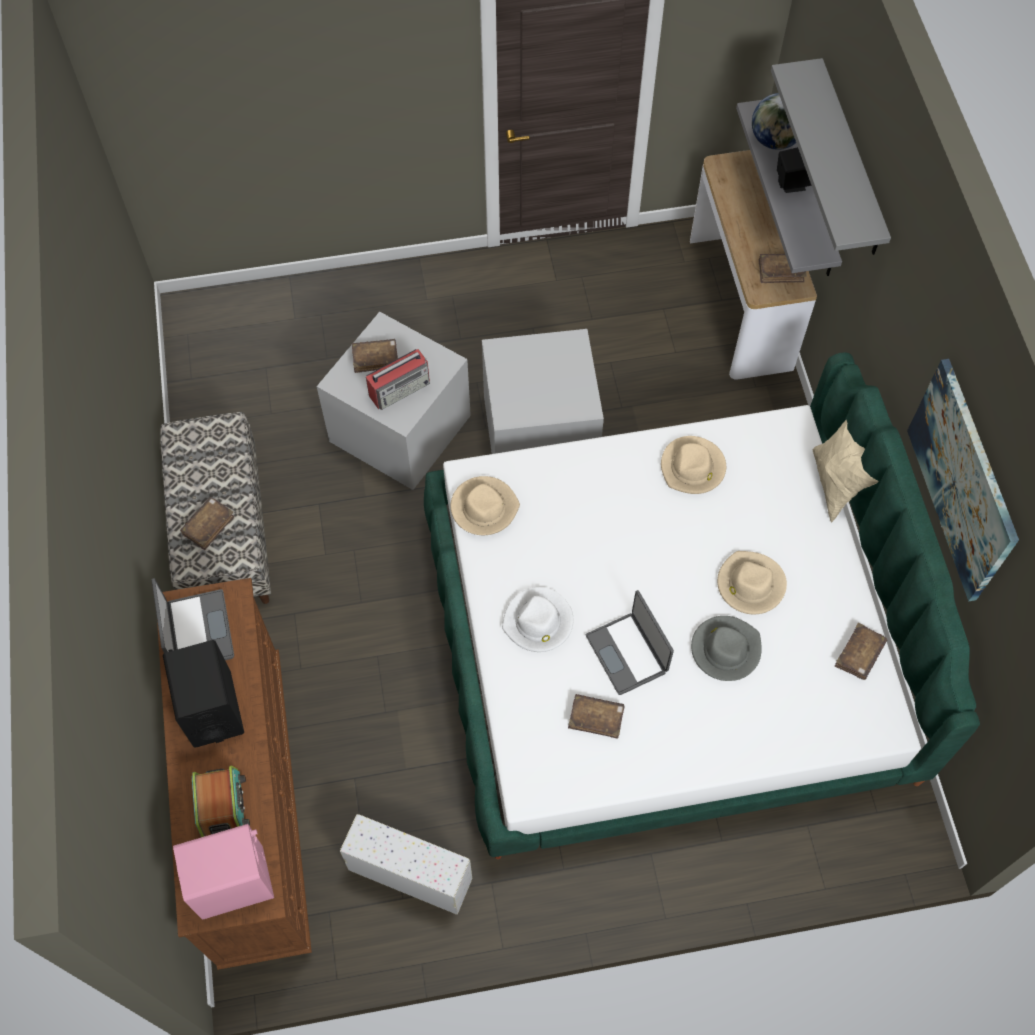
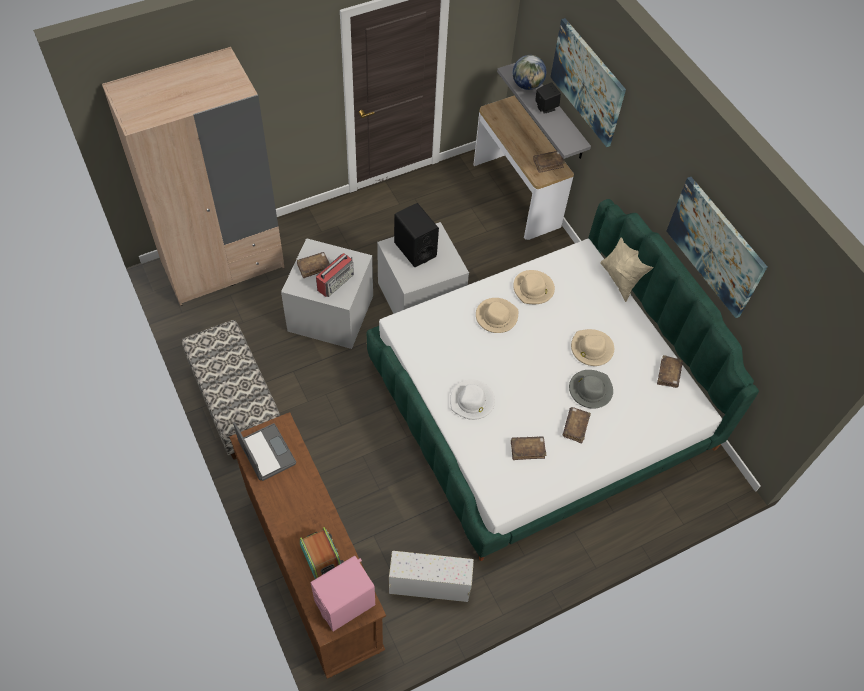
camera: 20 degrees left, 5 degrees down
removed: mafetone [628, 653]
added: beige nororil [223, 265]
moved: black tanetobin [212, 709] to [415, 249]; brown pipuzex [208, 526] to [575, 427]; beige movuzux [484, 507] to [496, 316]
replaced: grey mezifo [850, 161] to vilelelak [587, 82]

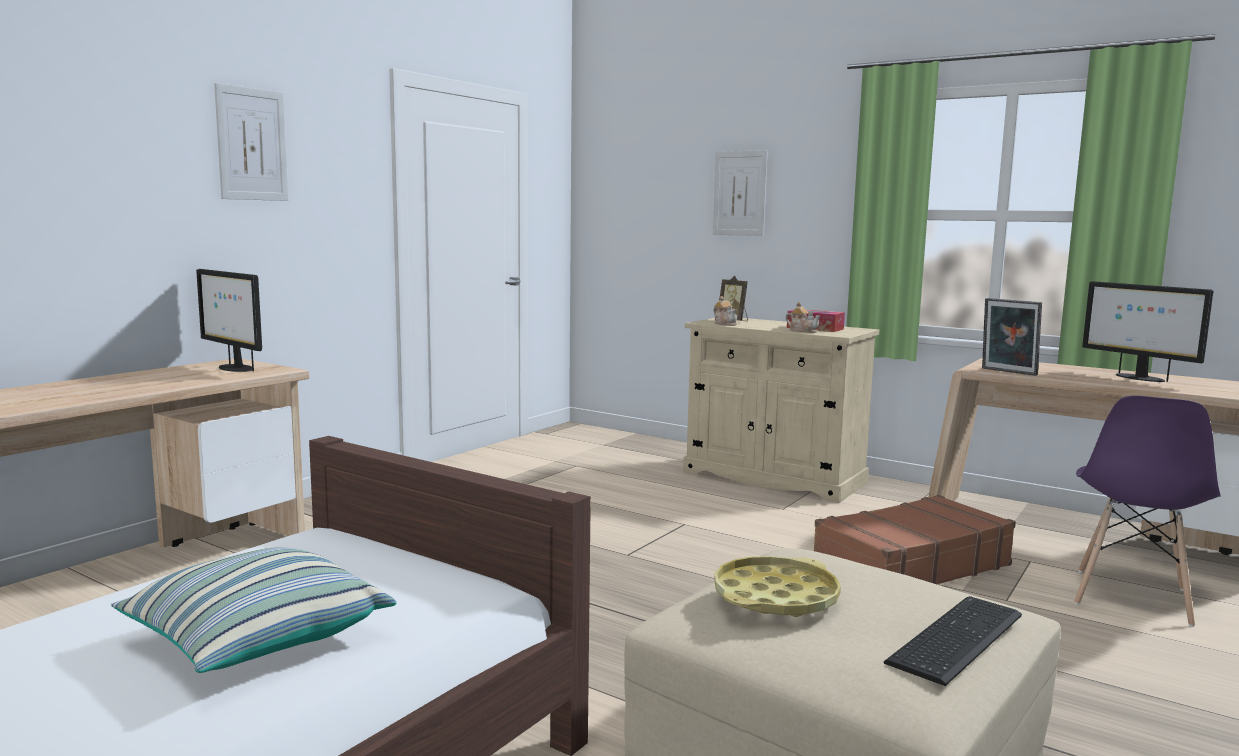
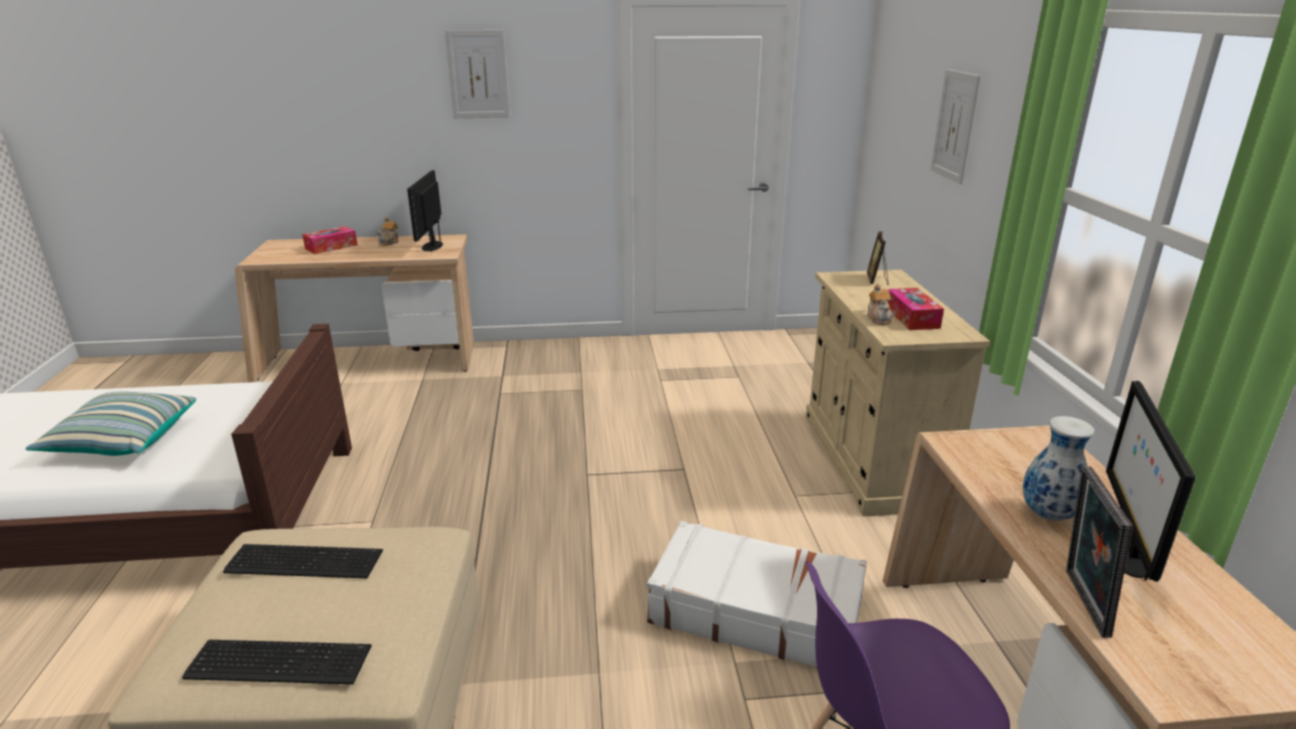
camera: 50 degrees right, 15 degrees up
added: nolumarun [331, 247]; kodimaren [1049, 515]
moved: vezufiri [725, 324] to [389, 242]; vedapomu [1007, 372] to [1080, 602]
replaced: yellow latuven [775, 597] to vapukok [304, 559]
recoloured: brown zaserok [910, 565] to white zaserok [755, 611]

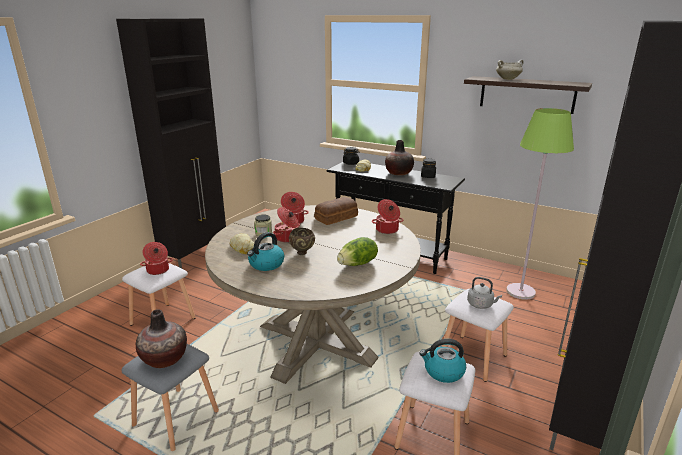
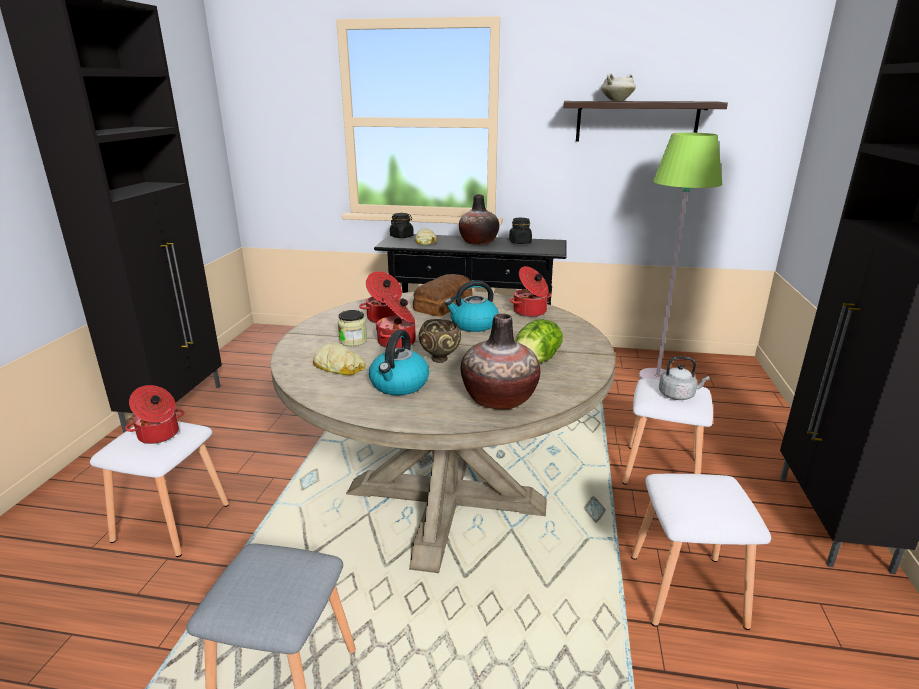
camera: 20 degrees left, 0 degrees up
moved: kodimaren [164, 359] to [499, 399]; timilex [443, 372] to [473, 325]

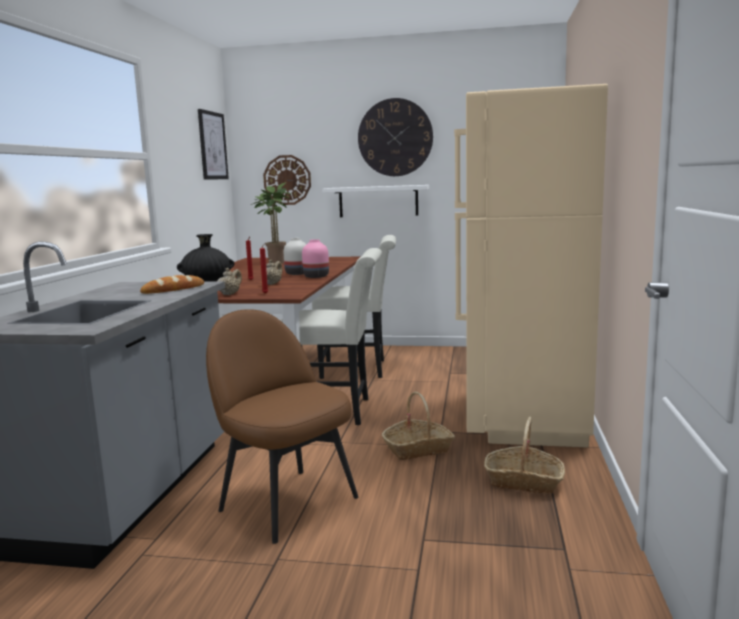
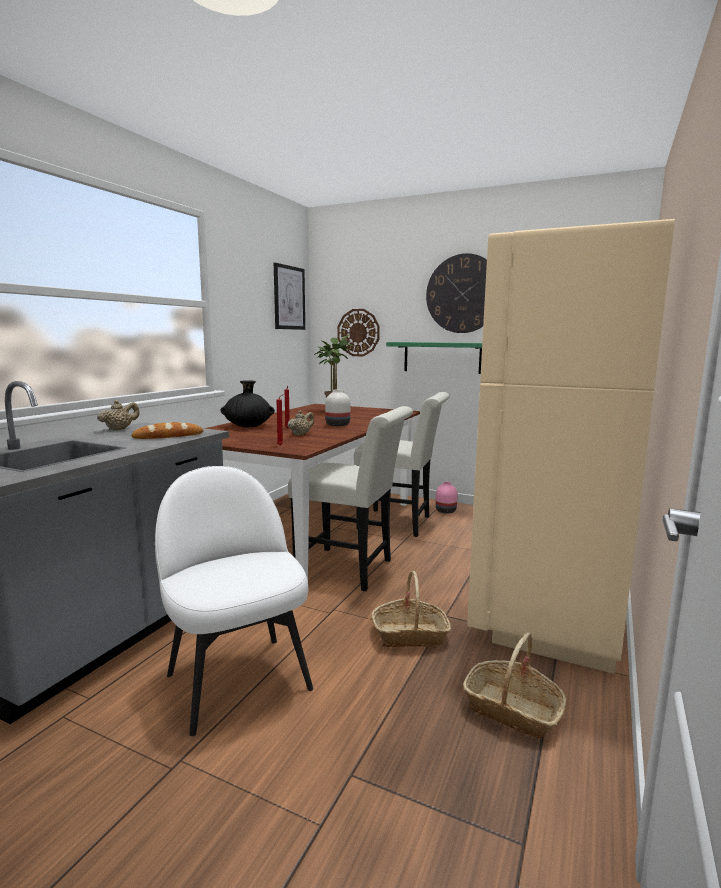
camera: 15 degrees right, 0 degrees up
moved: beige vezufiri [230, 294] to [119, 429]; pink kodimaren [315, 276] to [445, 511]
recoloured: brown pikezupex [286, 502] to white pikezupex [237, 679]; white mezifo [378, 201] to green mezifo [442, 357]

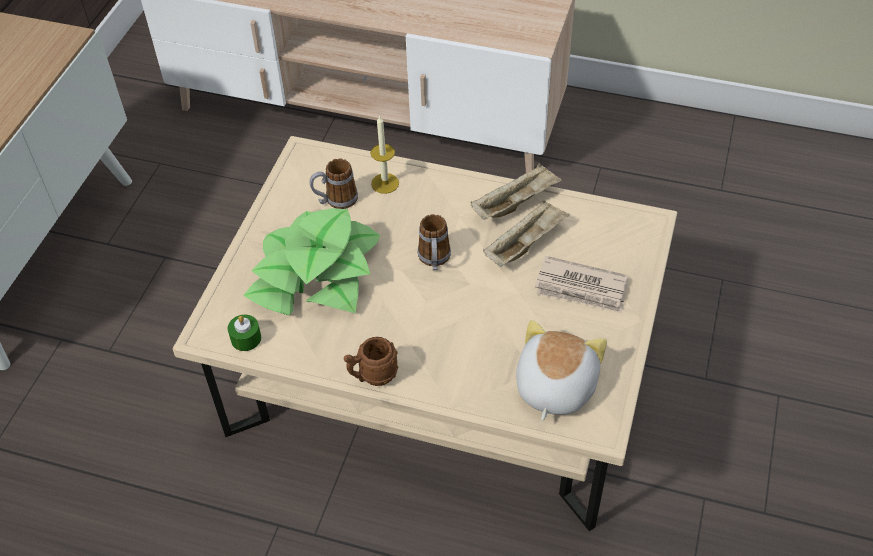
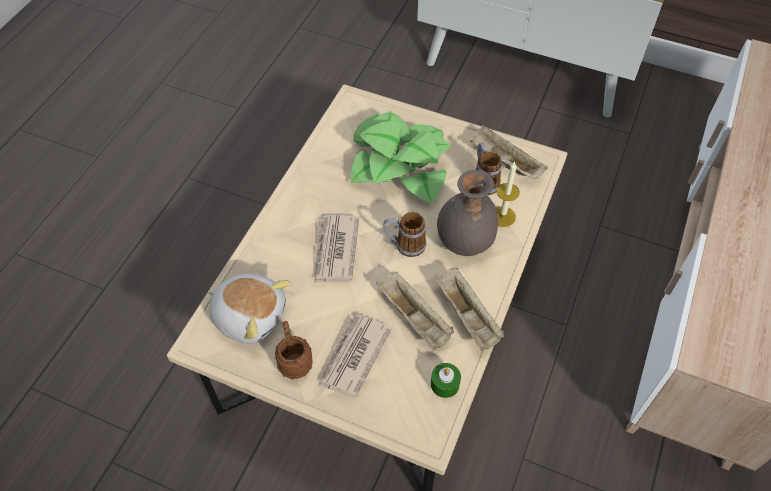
camera: 95 degrees right, 5 degrees up
added: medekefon [335, 251]; grey kodimaren [464, 242]; beige latuven [504, 162]
moved: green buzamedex [246, 338] to [445, 384]; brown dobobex [372, 376] to [294, 361]

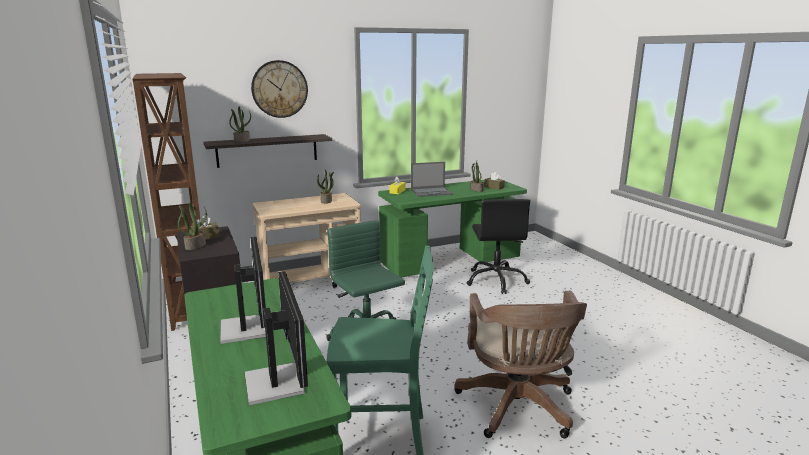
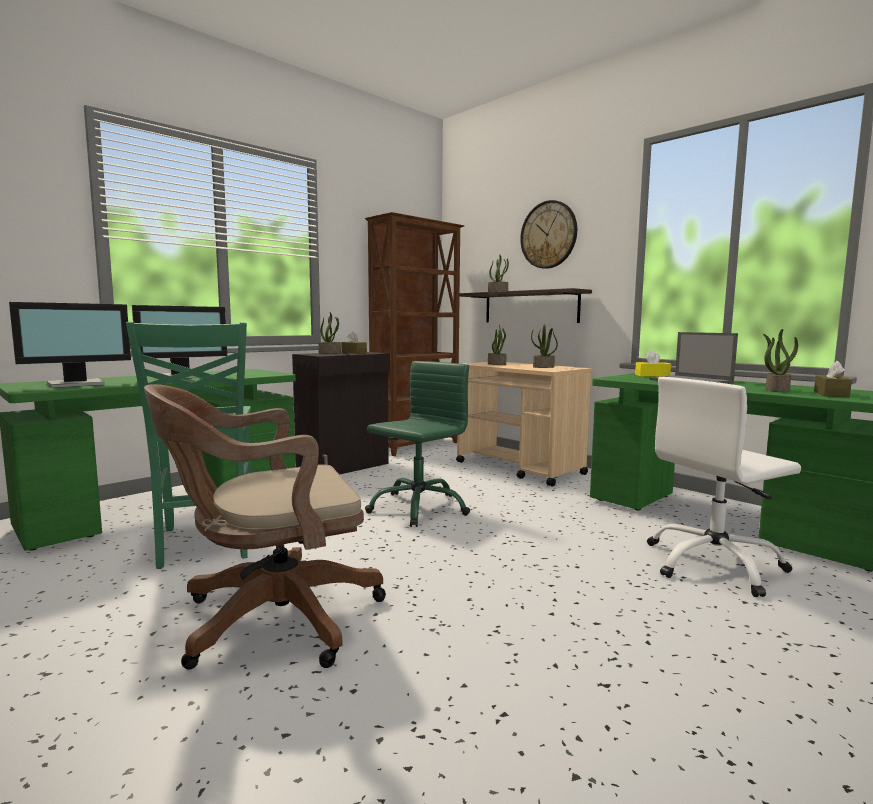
camera: 70 degrees right, 10 degrees down
added: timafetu [497, 364]
recoloured: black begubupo [496, 280] to white begubupo [714, 565]

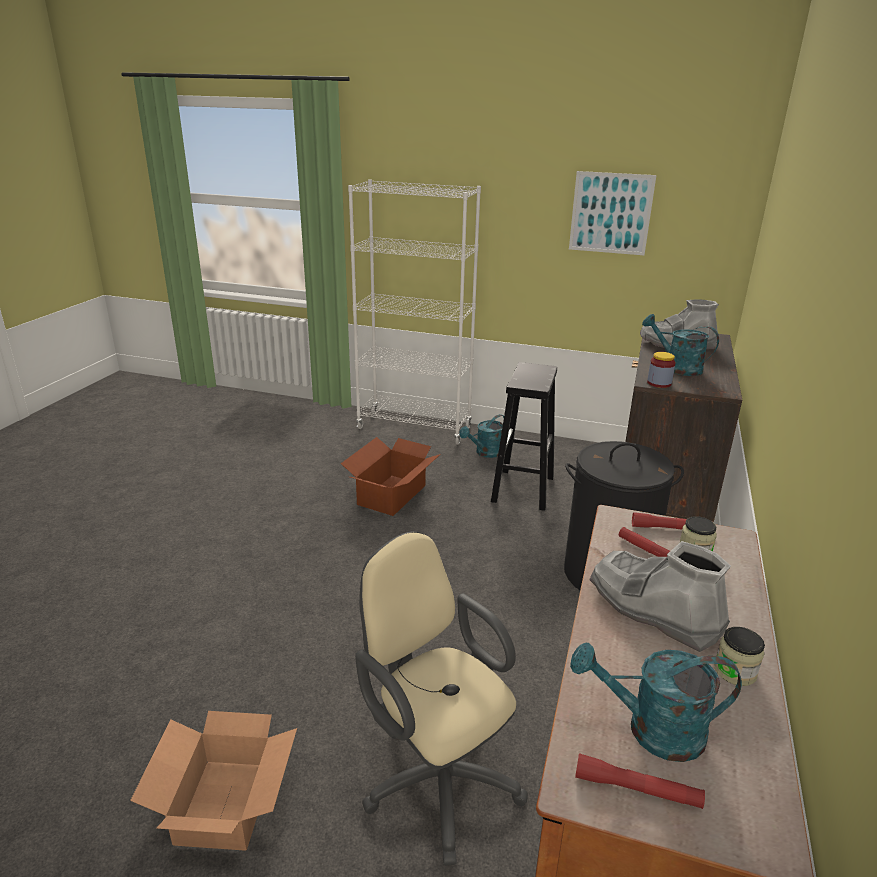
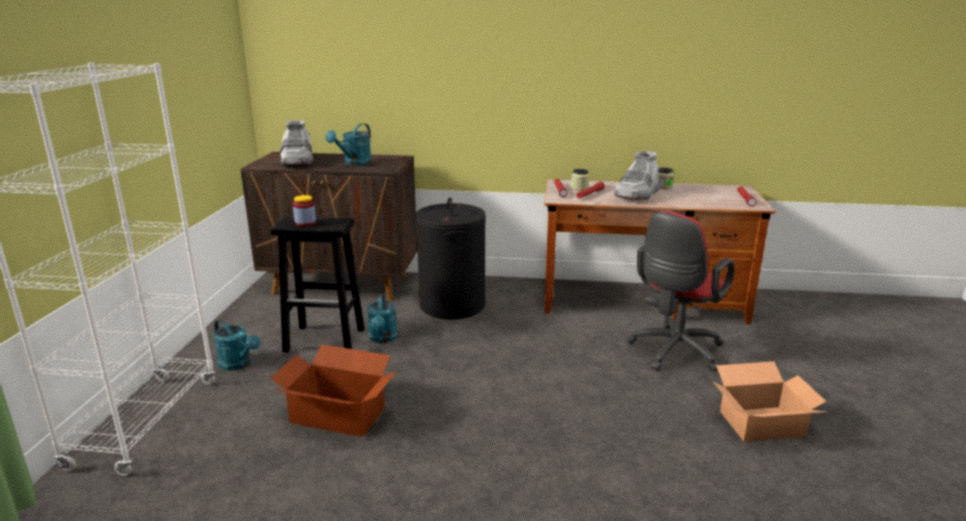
camera: 100 degrees left, 5 degrees down
removed: vilelelak [611, 213]
moved: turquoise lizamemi [652, 730] to [383, 339]; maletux [659, 383] to [305, 223]
recoloured: beige begubupo [436, 777] to red begubupo [673, 352]

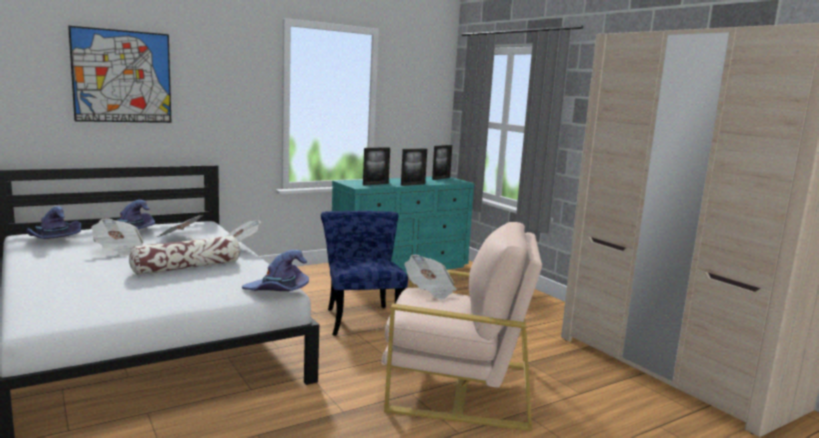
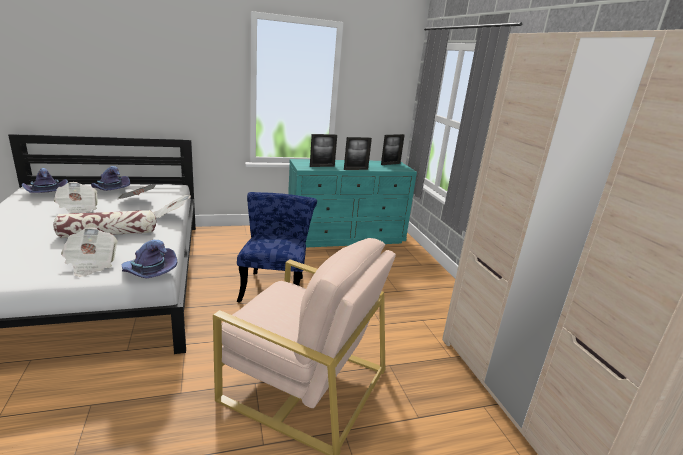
camera: 15 degrees right, 10 degrees up
removed: vilelelak [122, 76]
moved: medekefon [429, 291] to [91, 264]

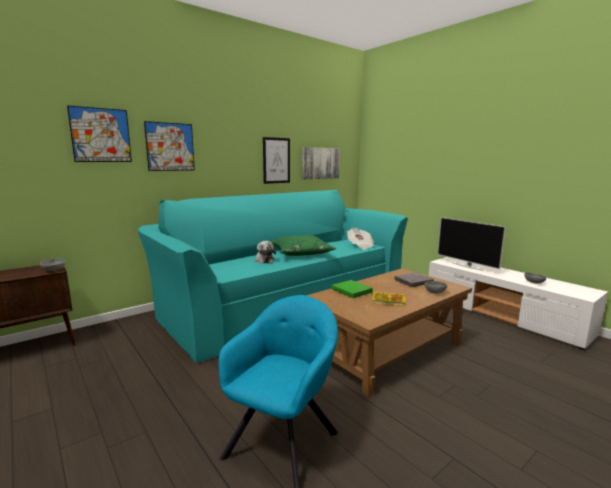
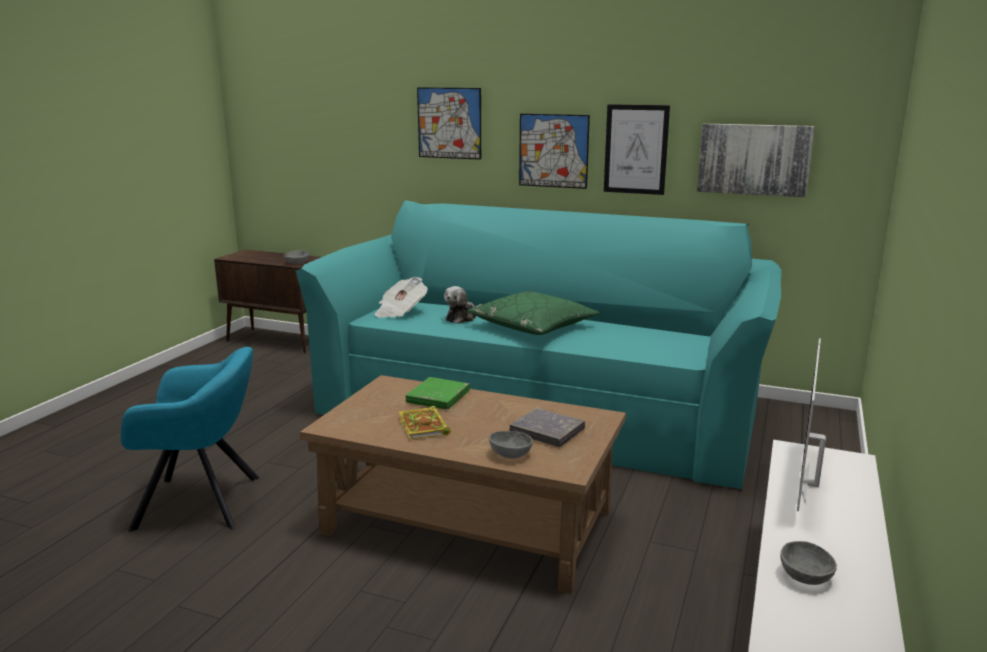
camera: 60 degrees right, 5 degrees up
moved: vilelelak [101, 135] to [553, 151]; medekefon [360, 246] to [400, 312]

